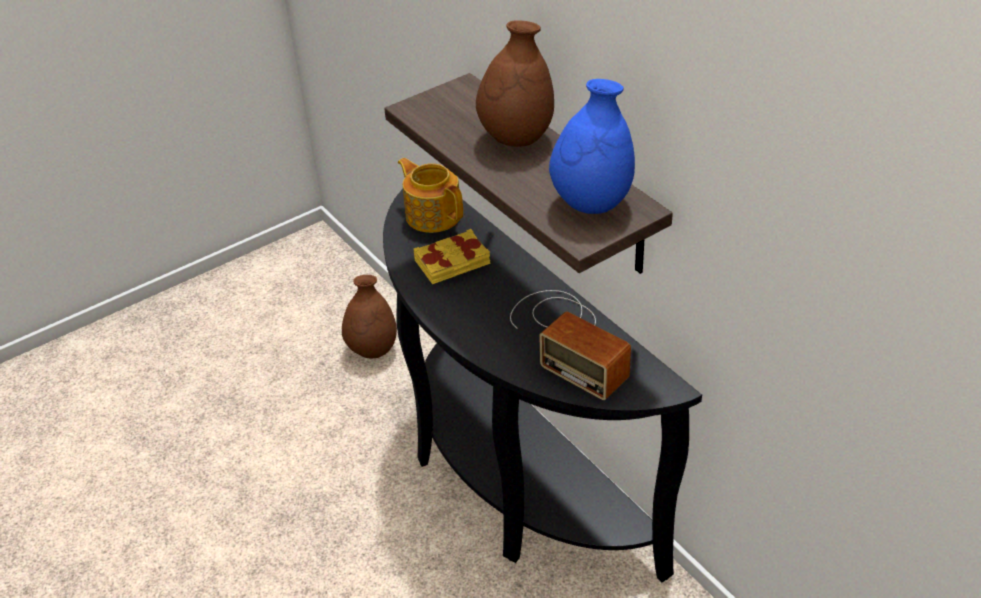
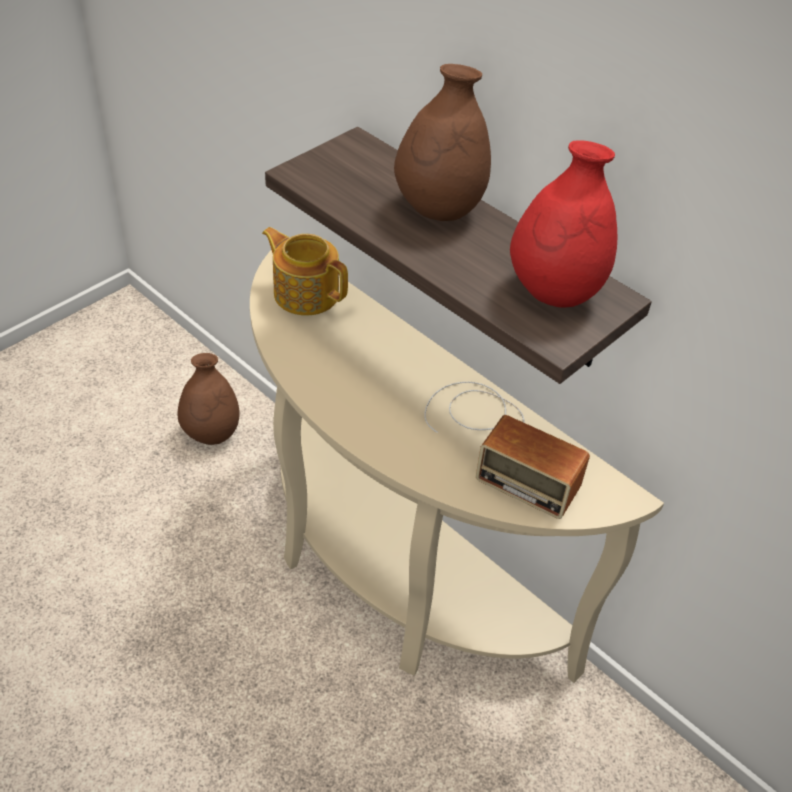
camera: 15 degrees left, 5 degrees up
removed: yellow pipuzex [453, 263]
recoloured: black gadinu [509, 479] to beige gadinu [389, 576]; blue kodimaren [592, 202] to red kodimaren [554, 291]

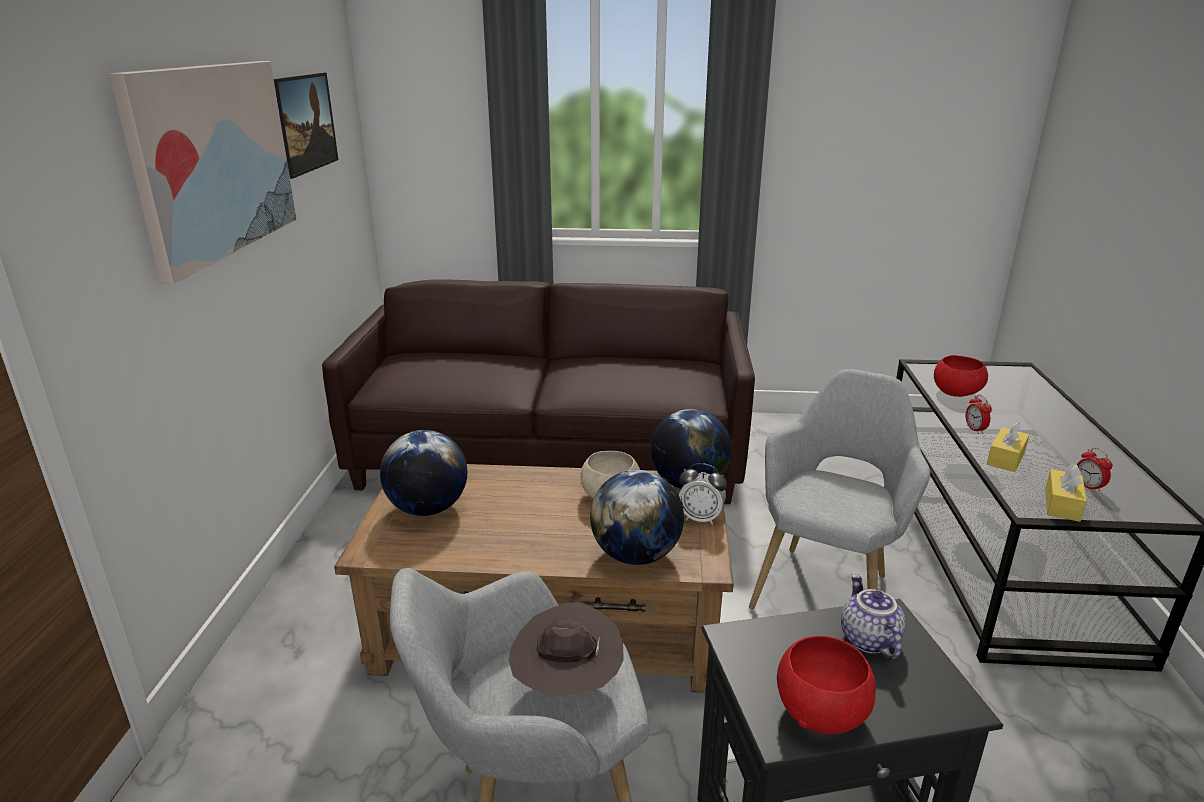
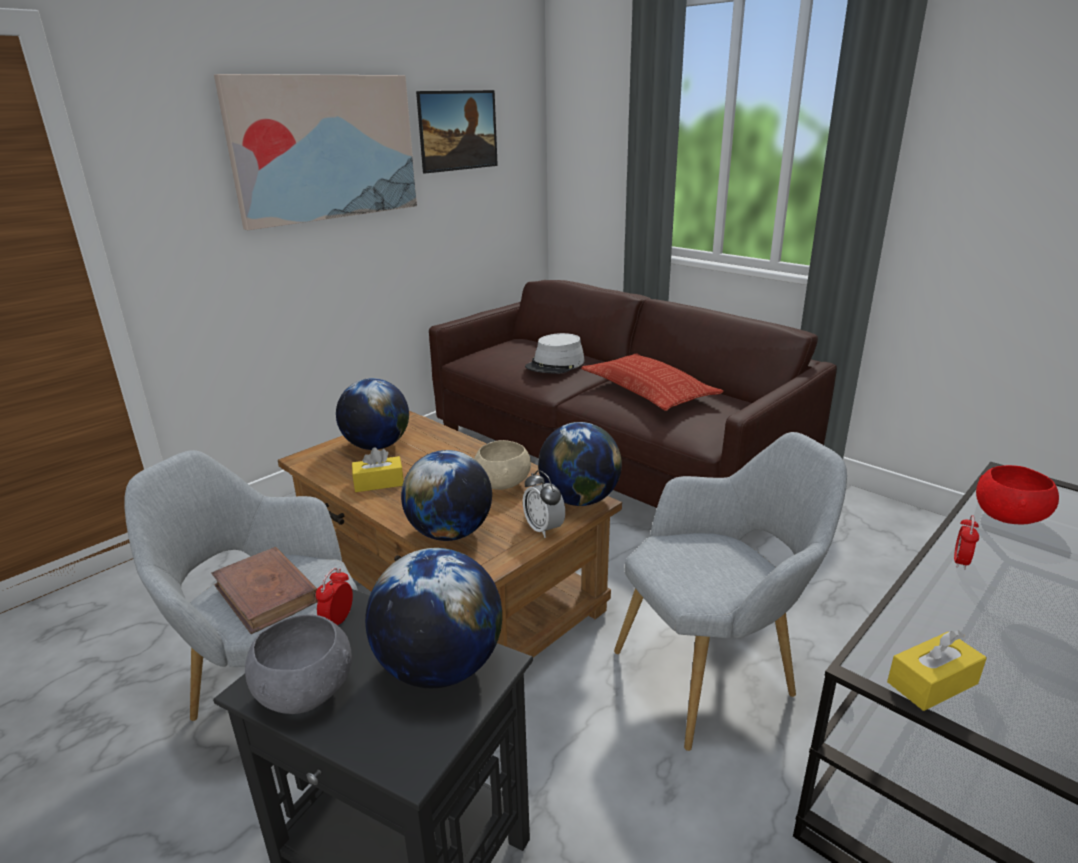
camera: 40 degrees right, 0 degrees up
added: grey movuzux [555, 364]; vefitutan [648, 390]
moved: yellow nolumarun [1005, 458] to [379, 483]; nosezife [1088, 486] to [338, 620]
replaced: brown movuzux [566, 687] to brown pipuzex [267, 593]; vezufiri [867, 639] to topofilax [440, 668]
recoloured: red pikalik [820, 712] to grey pikalik [307, 692]

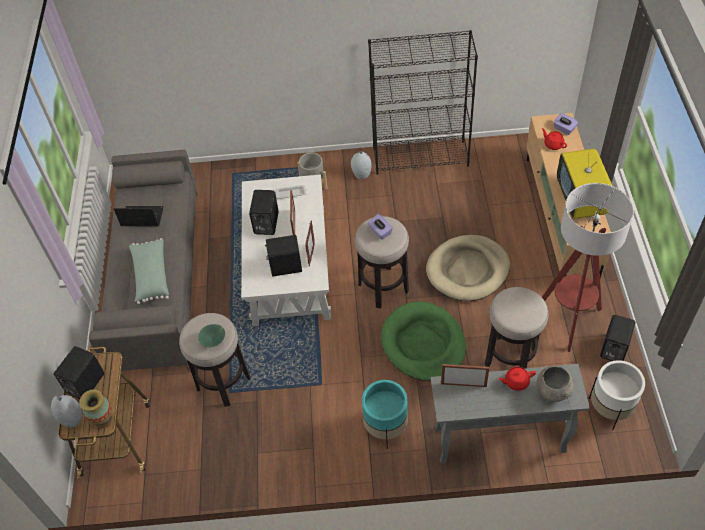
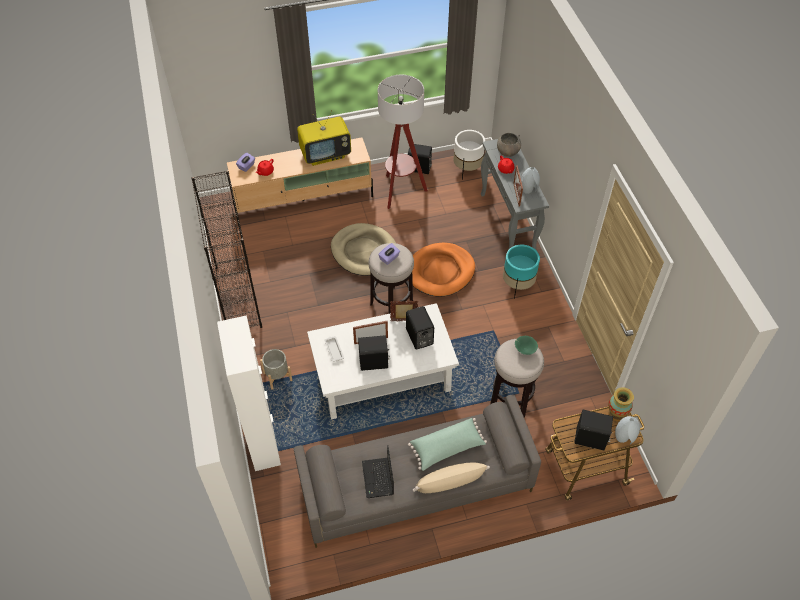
camera: 105 degrees left, 0 degrees up
removed: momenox [510, 358]
added: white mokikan [263, 443]; beige vefitutan [449, 483]
moved: grey kodimaren [362, 174] to [529, 189]
recoloured: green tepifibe [423, 344] to orange tepifibe [440, 271]

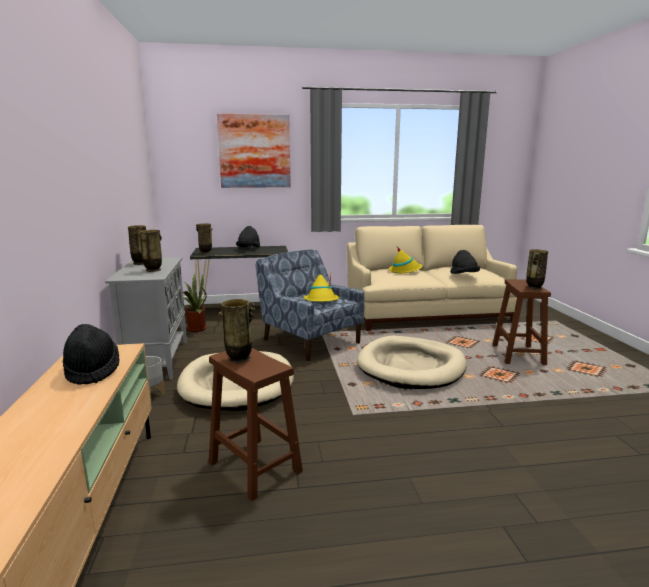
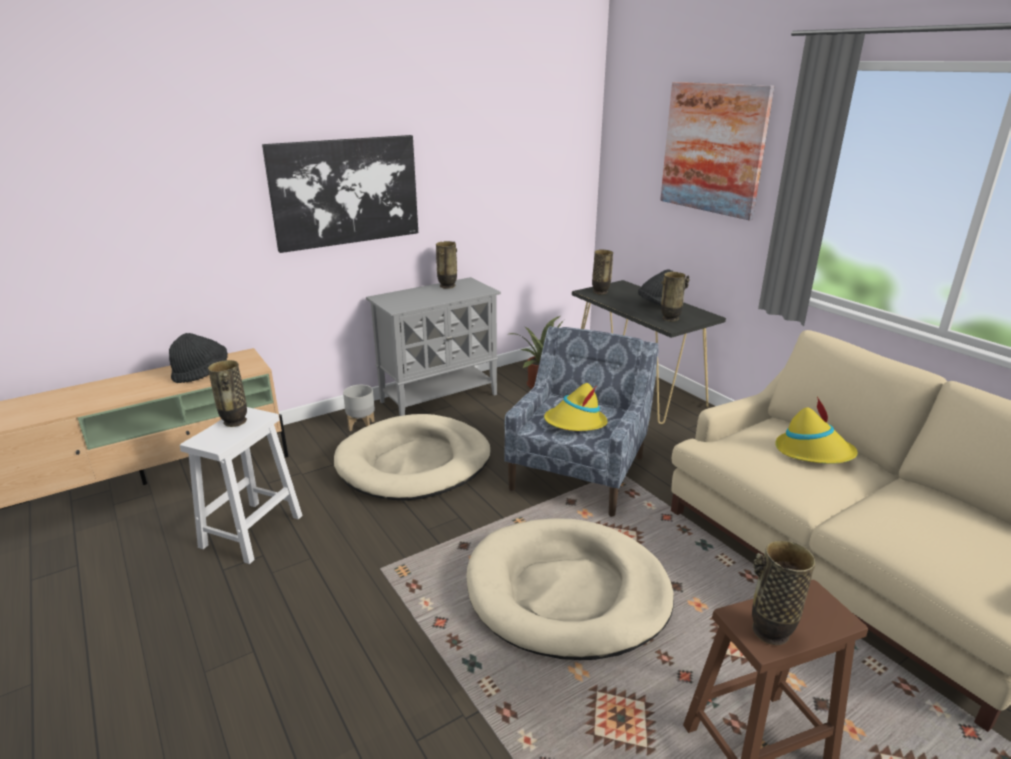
camera: 65 degrees right, 10 degrees up
removed: black movuzux [464, 275]
added: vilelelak [345, 192]
moved: kodimaren [153, 270] to [670, 319]
recoloured: brown momenox [253, 466] to white momenox [253, 530]

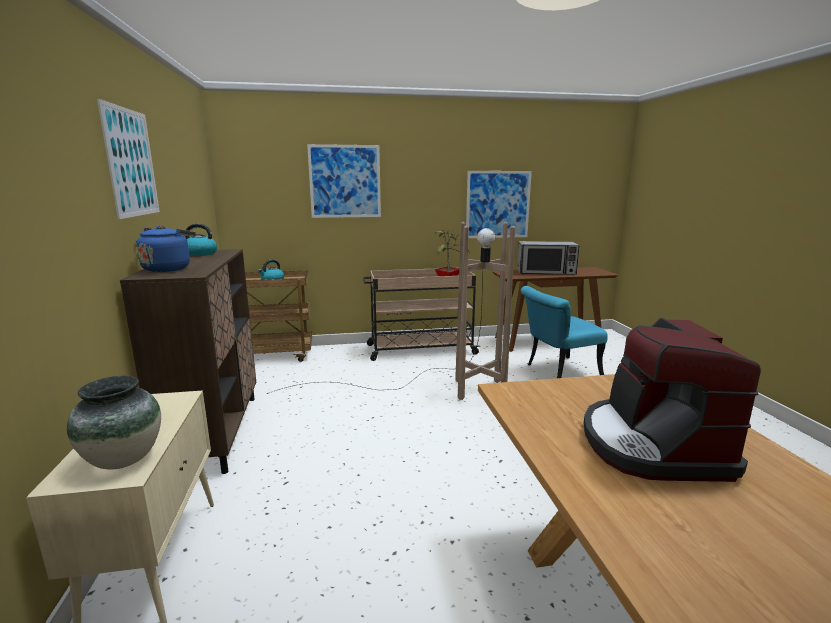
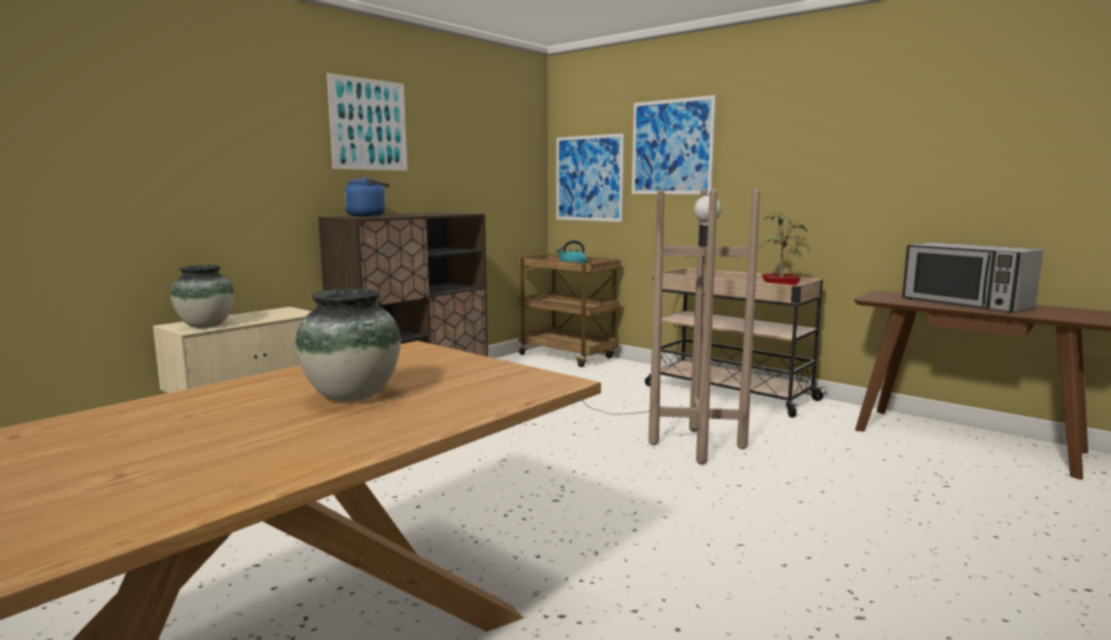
camera: 50 degrees right, 5 degrees down
removed: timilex [200, 254]; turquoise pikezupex [557, 371]
moved: vilelelak [498, 204] to [589, 178]
replaced: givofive [651, 445] to kodimaren [352, 397]

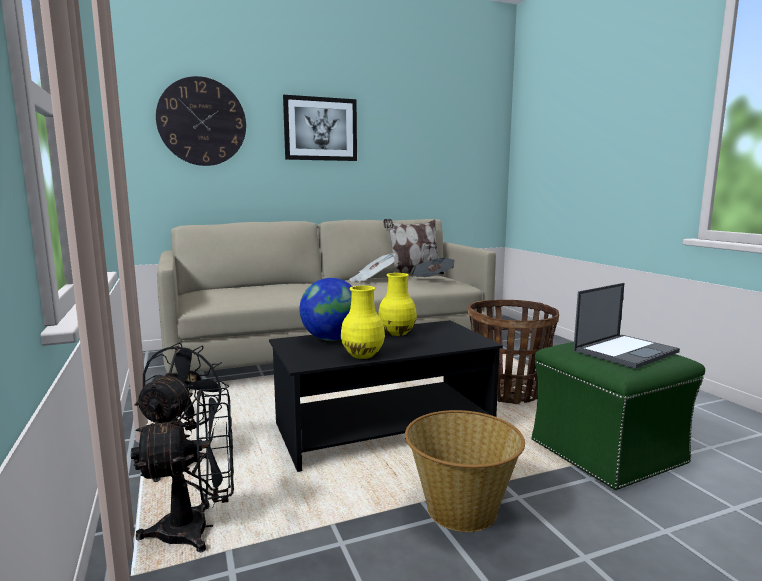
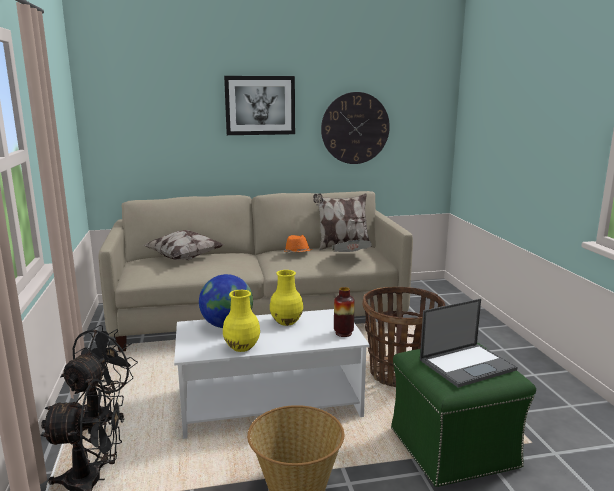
camera: 10 degrees right, 5 degrees up
added: vefitutan [184, 258]; kodimaren [343, 333]
moved: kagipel [202, 122] to [355, 128]
replaced: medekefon [372, 280] to orange movuzux [297, 254]
recoloured: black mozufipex [384, 427] to white mozufipex [271, 402]

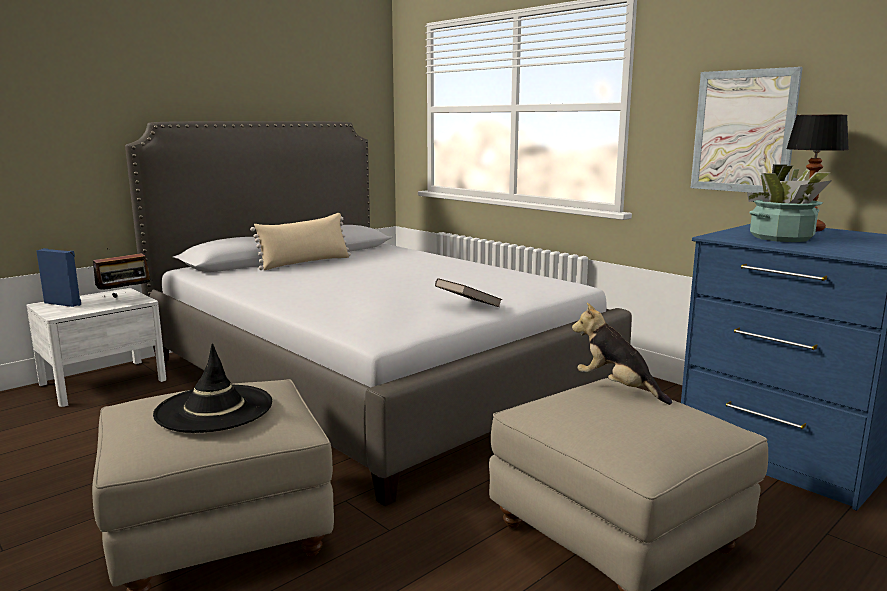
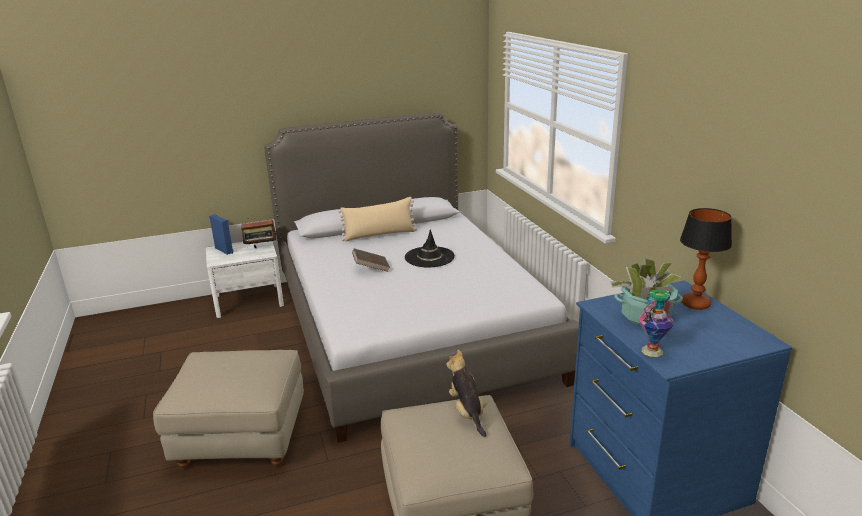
camera: 25 degrees right, 10 degrees up
removed: vilelelak [743, 131]
added: kodimaren [652, 351]
moved: black movuzux [214, 409] to [429, 257]; brown pipuzex [468, 307] to [371, 268]

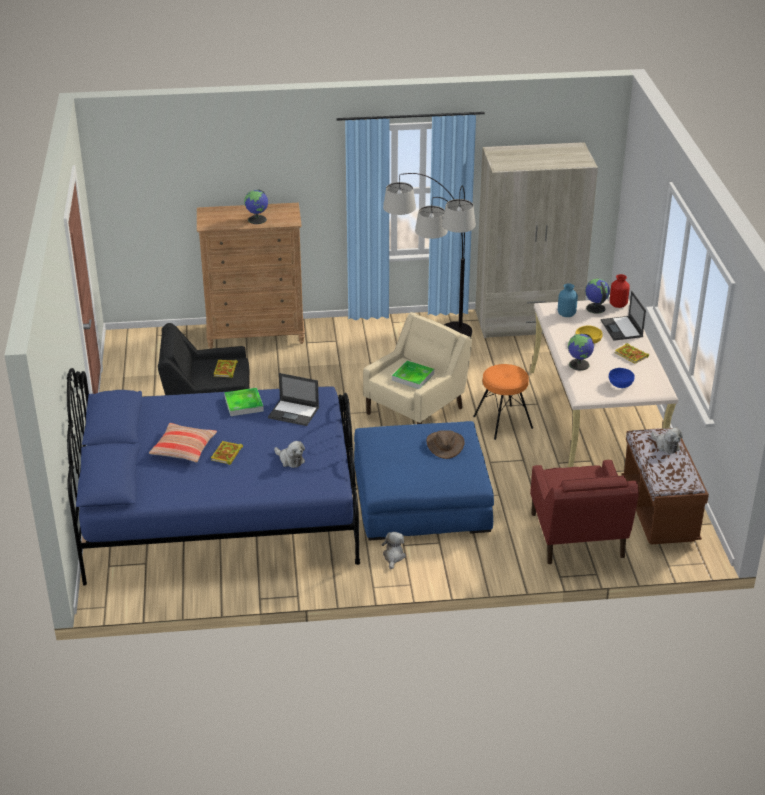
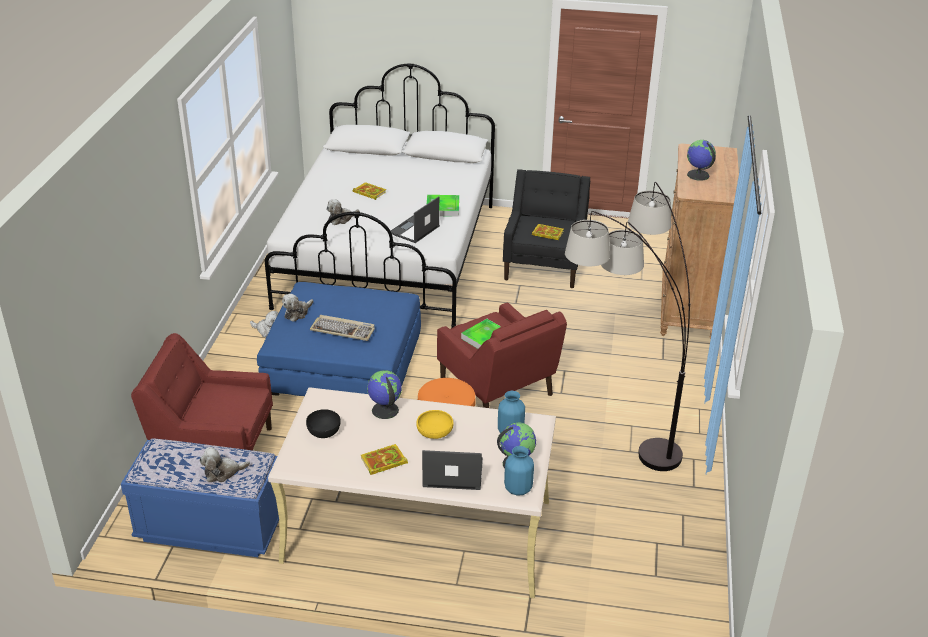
camera: 105 degrees right, 0 degrees up
removed: vefitutan [183, 449]; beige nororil [528, 321]
added: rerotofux [297, 313]
replaced: brown movuzux [445, 445] to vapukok [343, 330]
recoloured: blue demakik [221, 510] to white demakik [389, 255]; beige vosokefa [416, 410] to red vosokefa [497, 389]; blue pikalik [620, 384] to black pikalik [324, 432]; red kodimaren [617, 305] to blue kodimaren [518, 488]; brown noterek [659, 512] to blue noterek [210, 529]

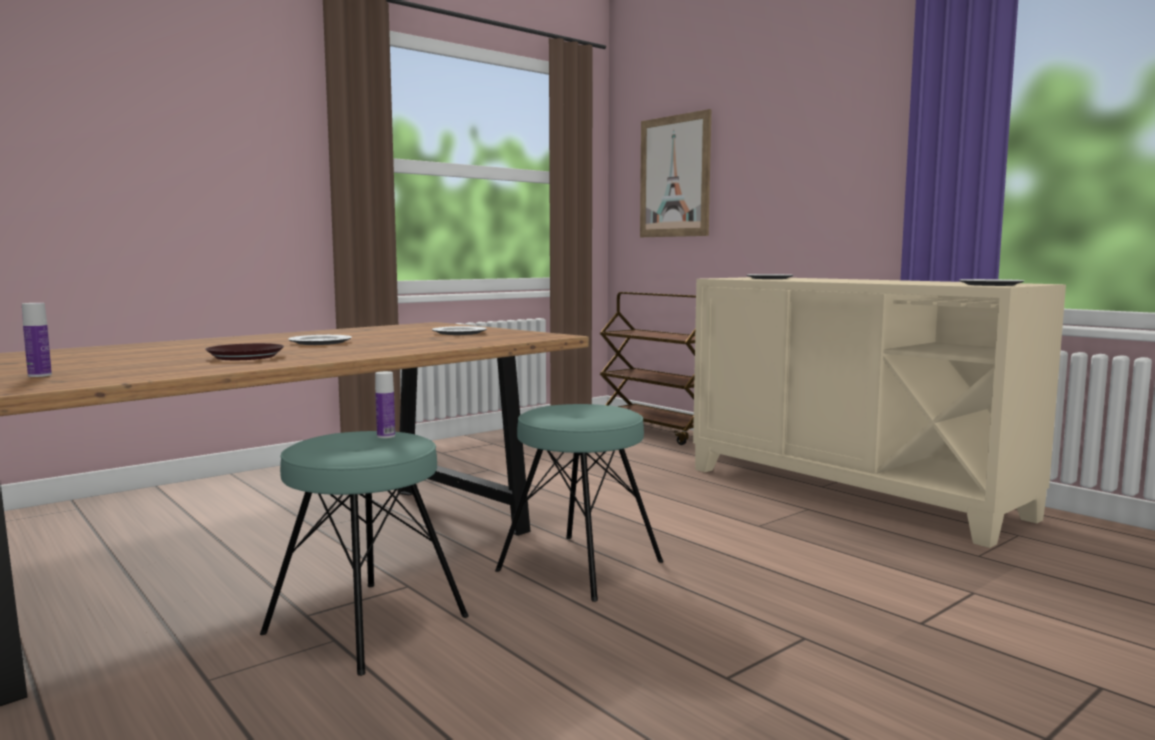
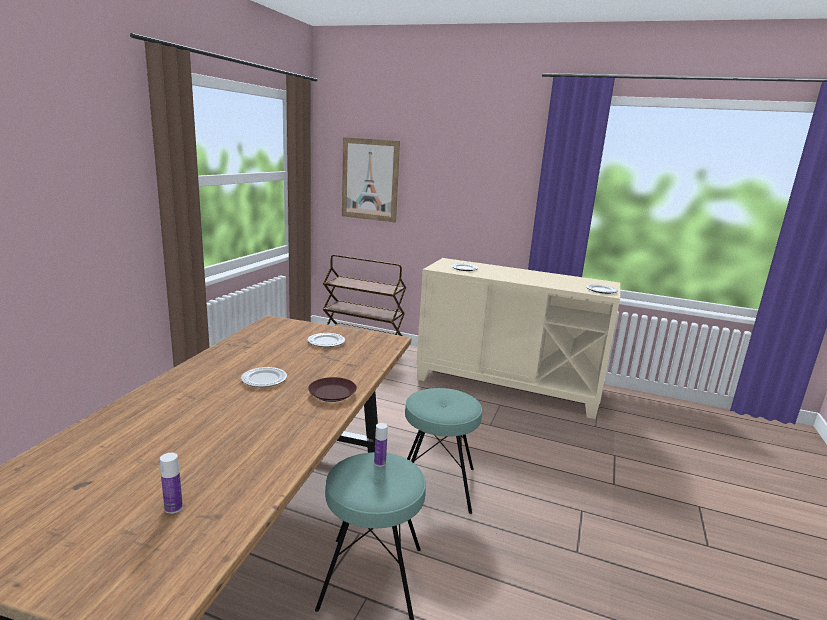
camera: 30 degrees left, 10 degrees up
moved: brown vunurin [245, 357] to [332, 393]

